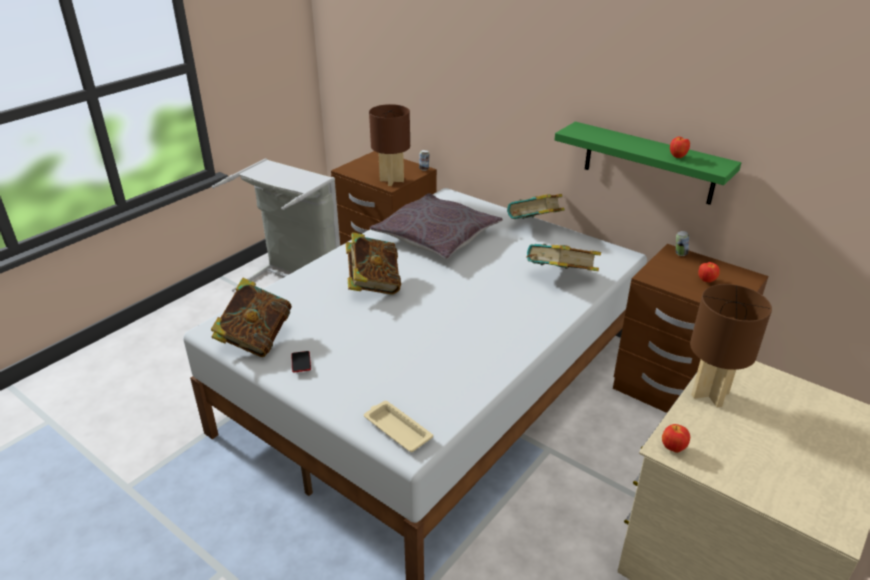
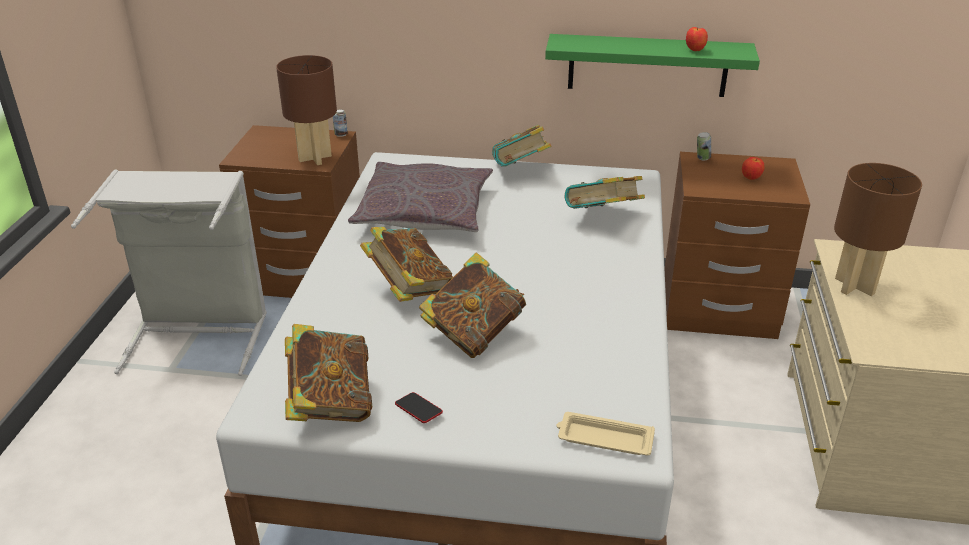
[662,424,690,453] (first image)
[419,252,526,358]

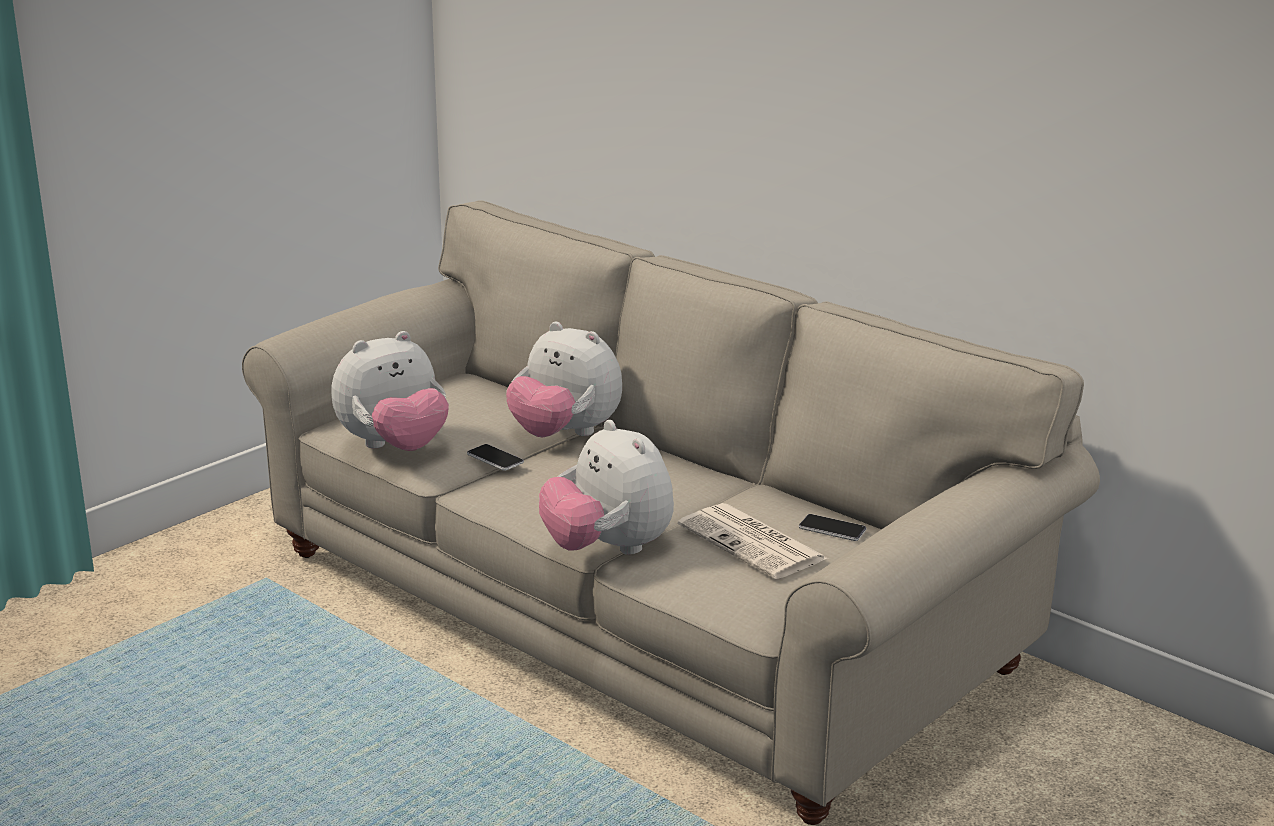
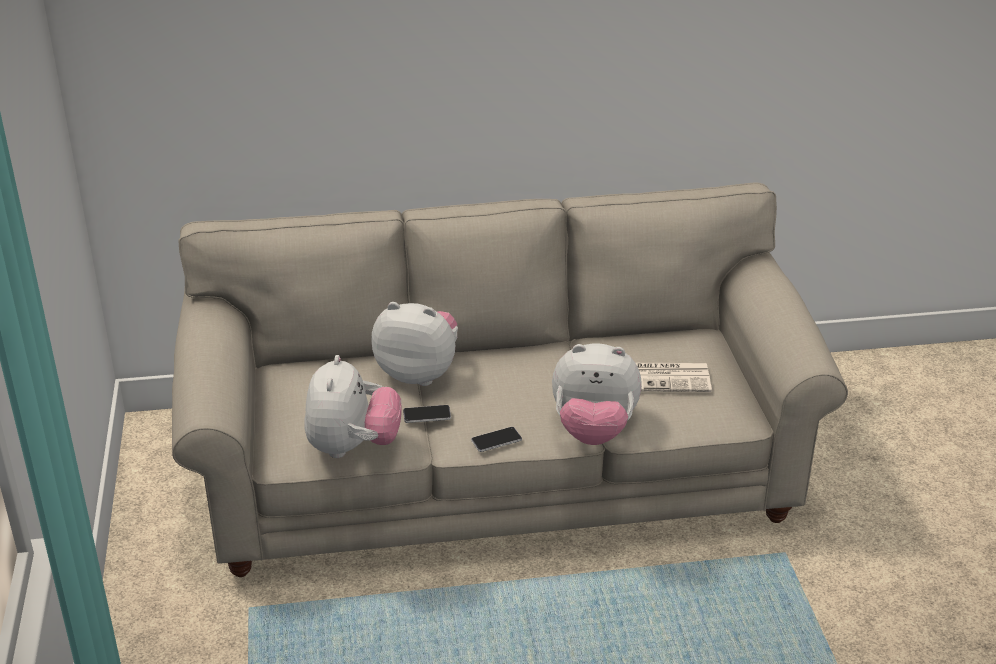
[471,427,522,452]
[371,302,458,386]

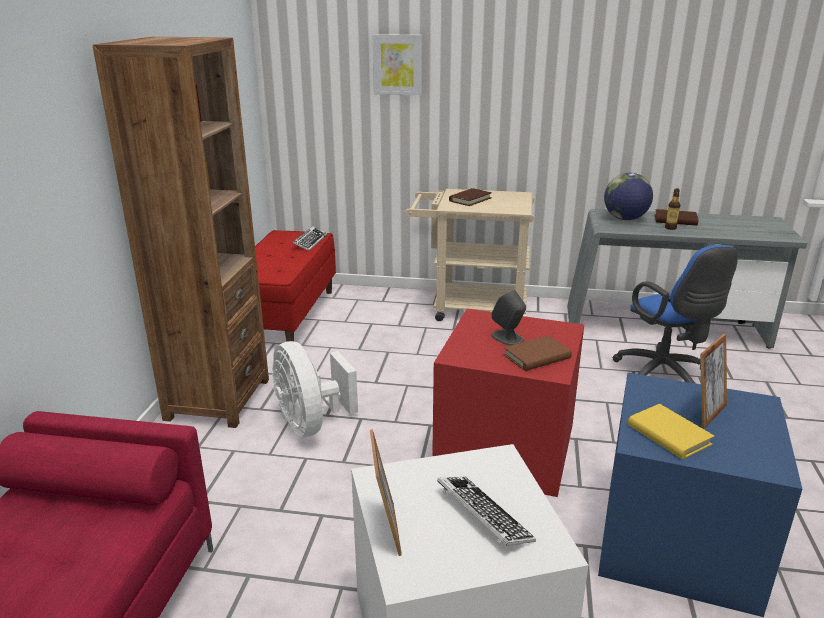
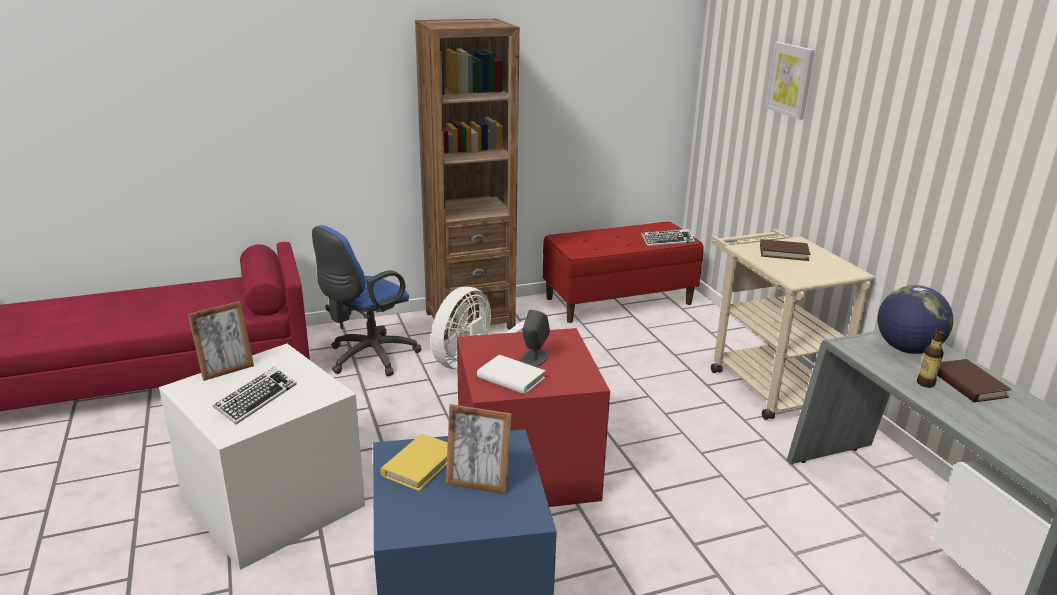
[312,225,422,376]
[477,355,545,394]

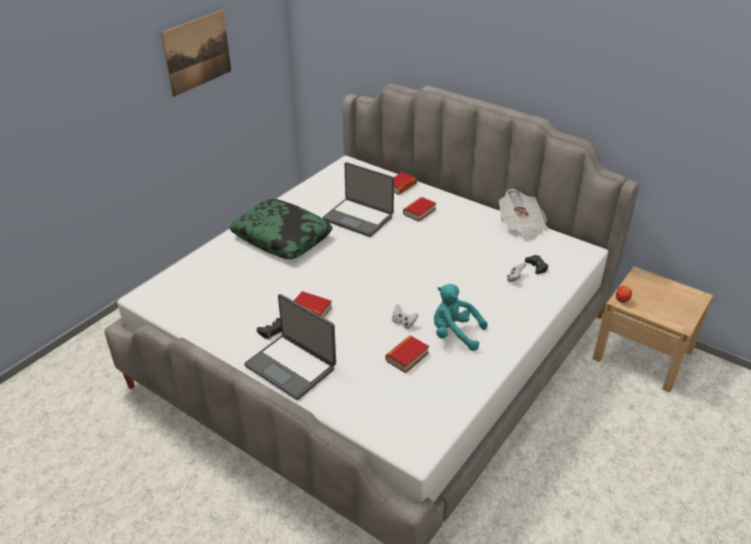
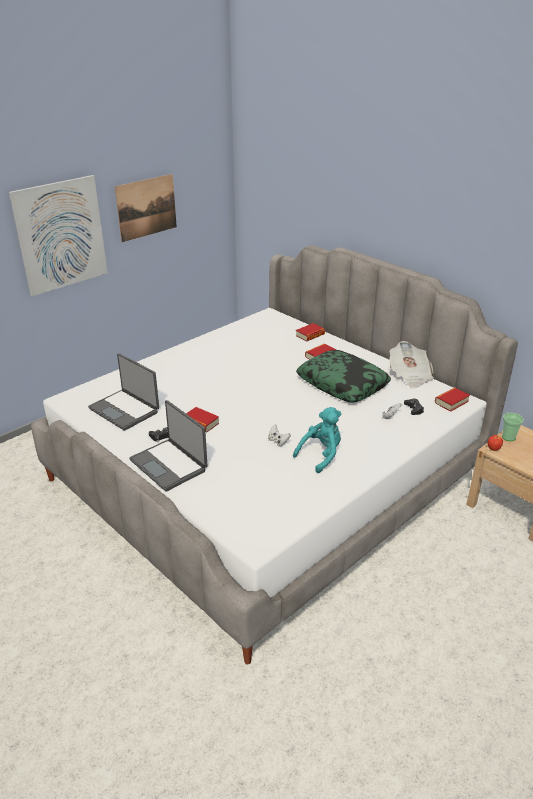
[9,175,108,296]
[502,413,524,441]
[296,350,391,403]
[88,353,159,431]
[435,388,470,412]
[293,407,341,473]

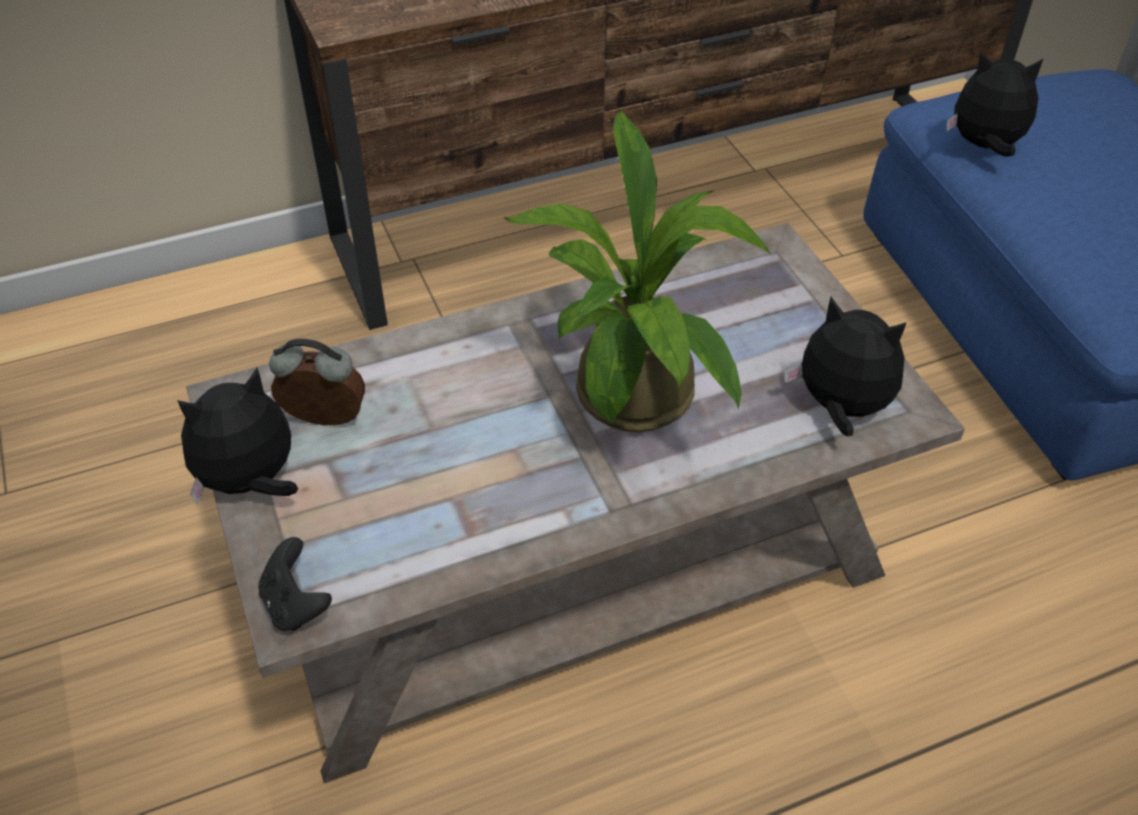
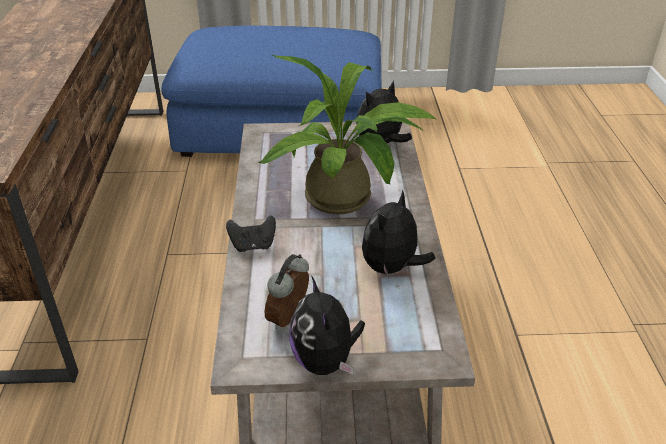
[226,215,276,252]
[362,190,436,277]

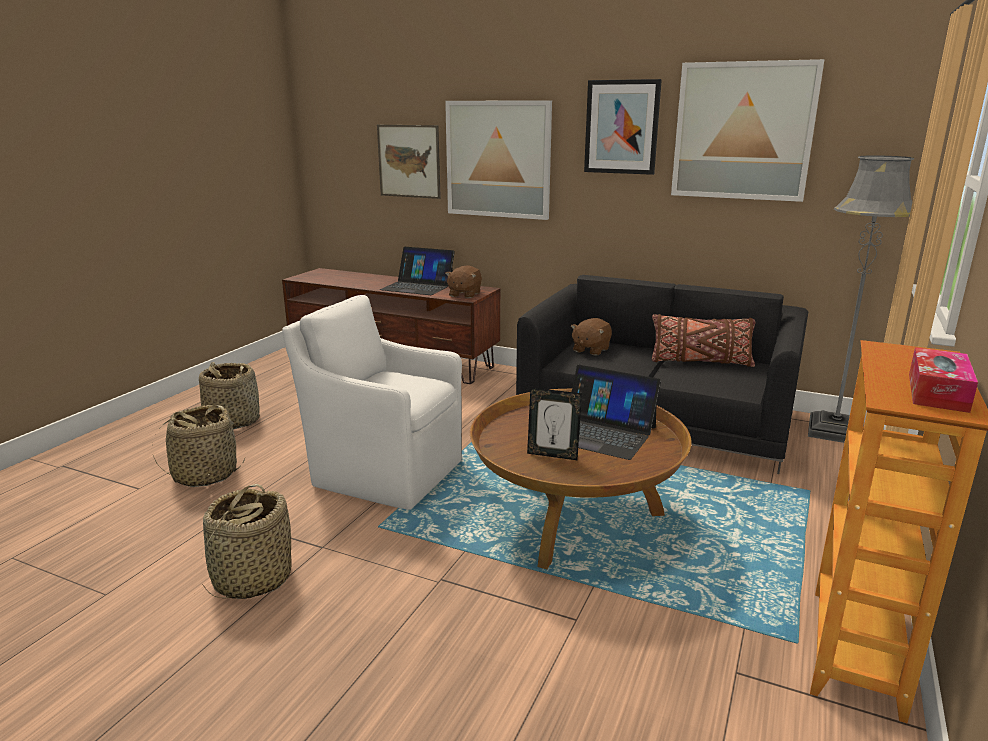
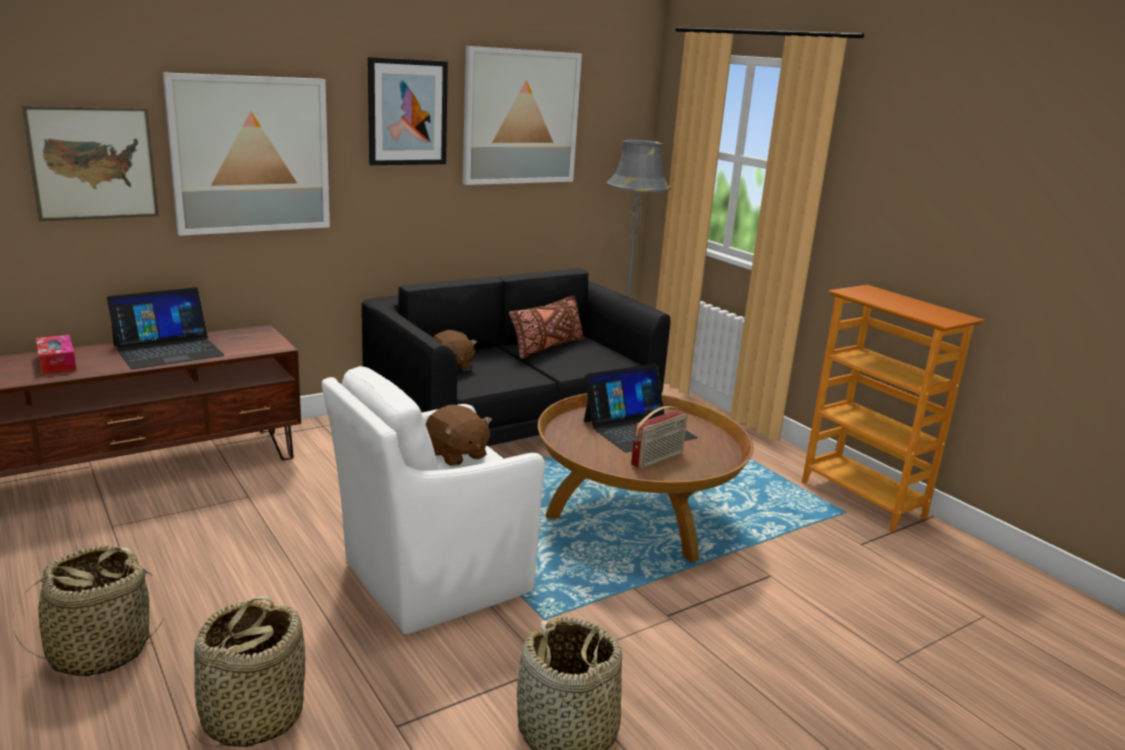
[426,405,492,466]
[36,335,76,374]
[631,406,687,469]

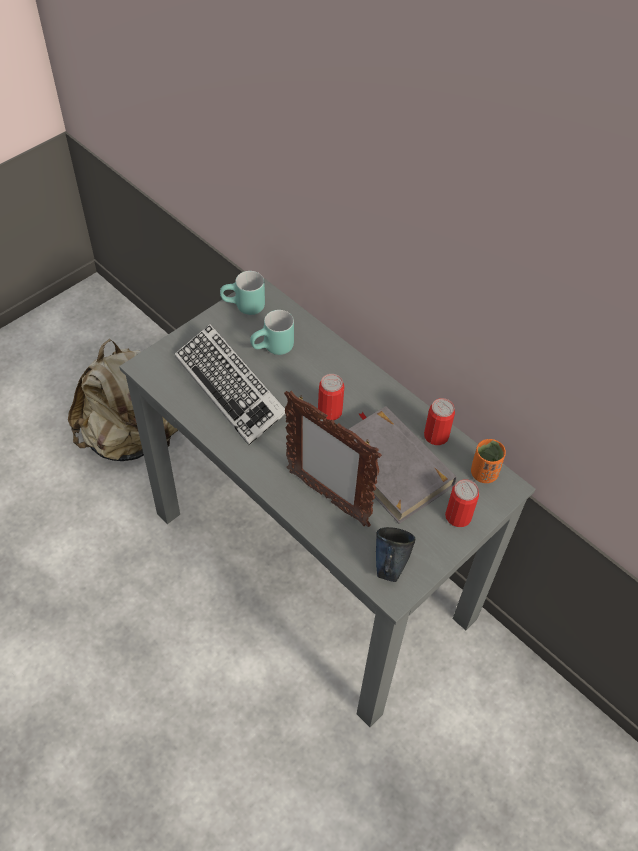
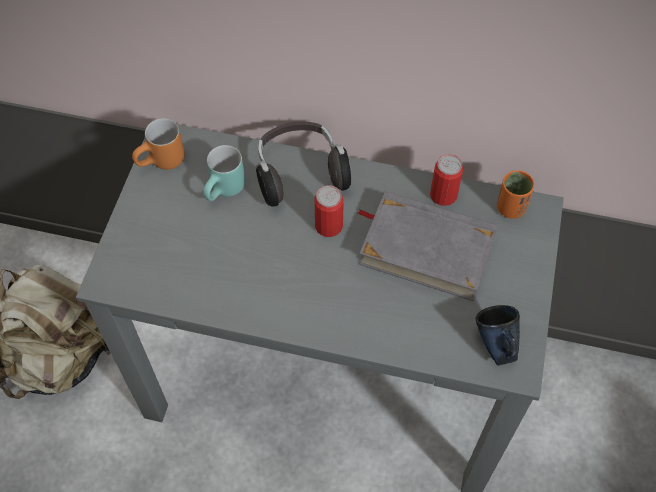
[175,324,285,445] (first image)
[284,391,382,527] (first image)
[445,479,479,527] (first image)
[256,122,351,207]
[132,119,185,170]

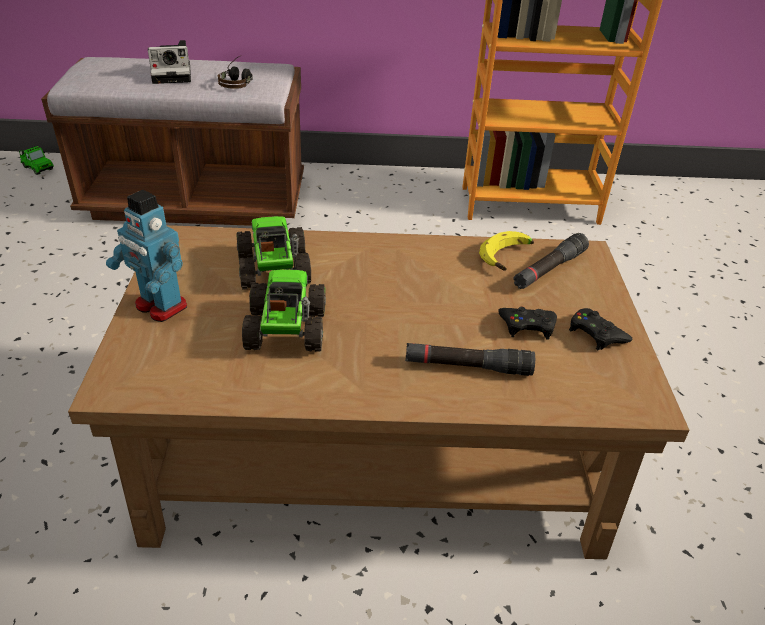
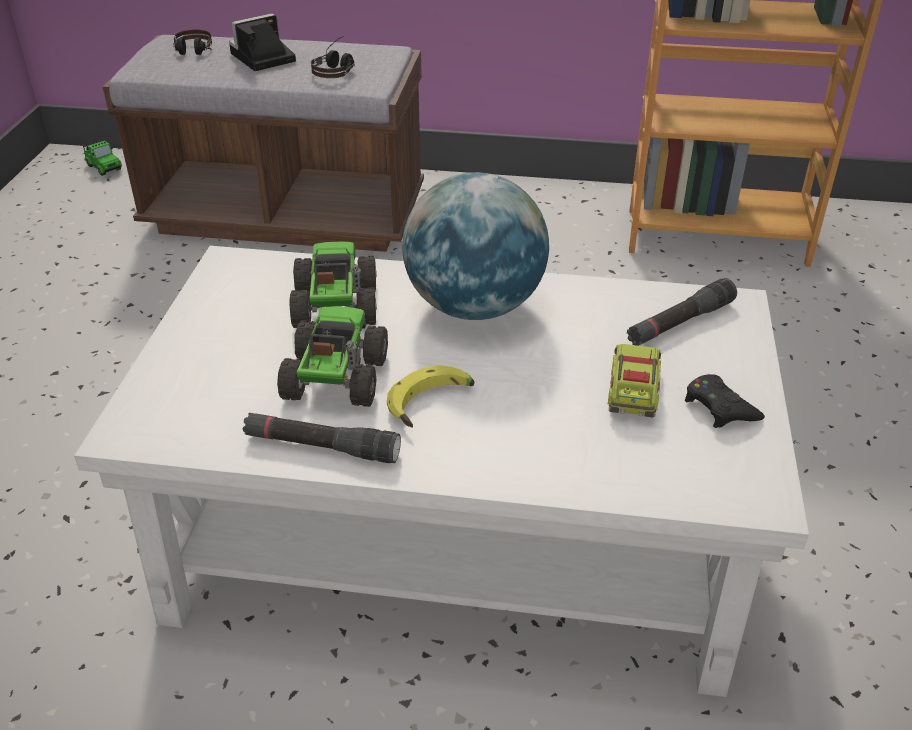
[106,190,187,322] (first image)
[173,30,212,55]
[402,172,549,320]
[243,413,401,463]
[387,365,474,428]
[608,344,661,418]
[74,246,809,697]
[229,14,296,71]

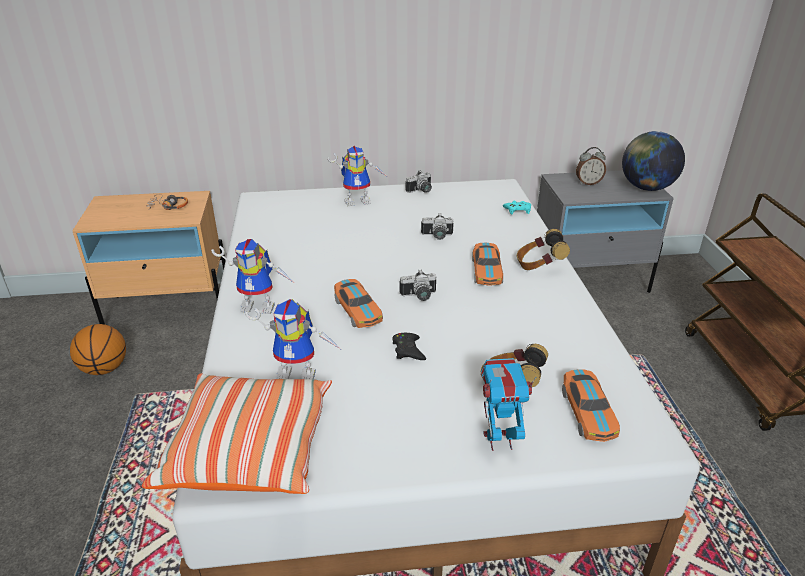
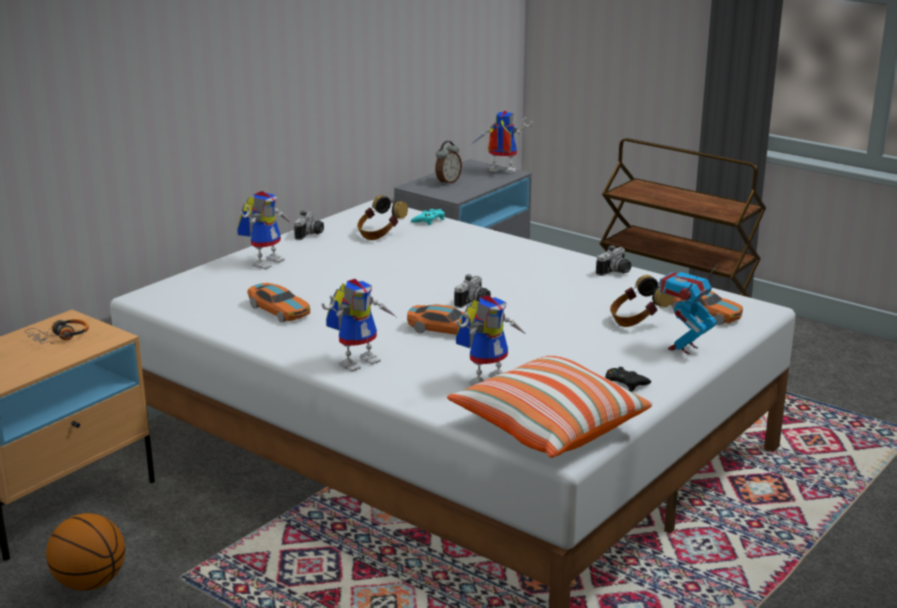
[605,367,651,392]
[596,245,631,276]
[247,283,310,323]
[357,195,408,240]
[472,110,533,173]

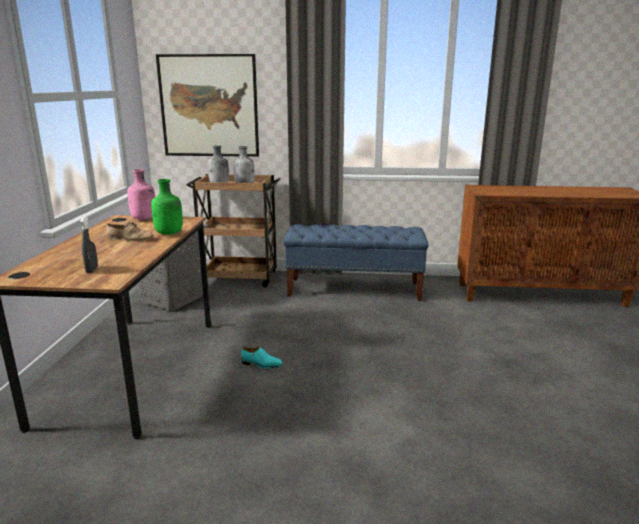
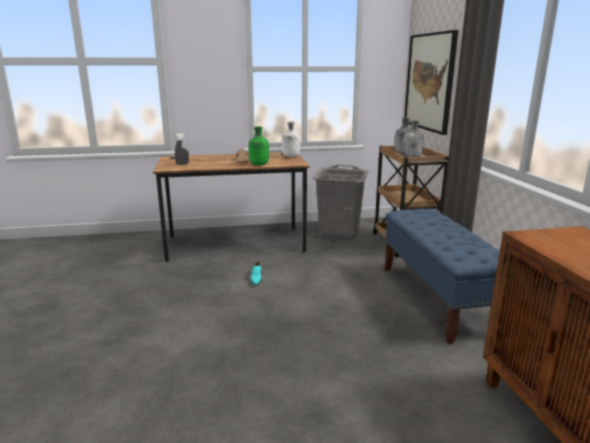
[282,121,301,157]

